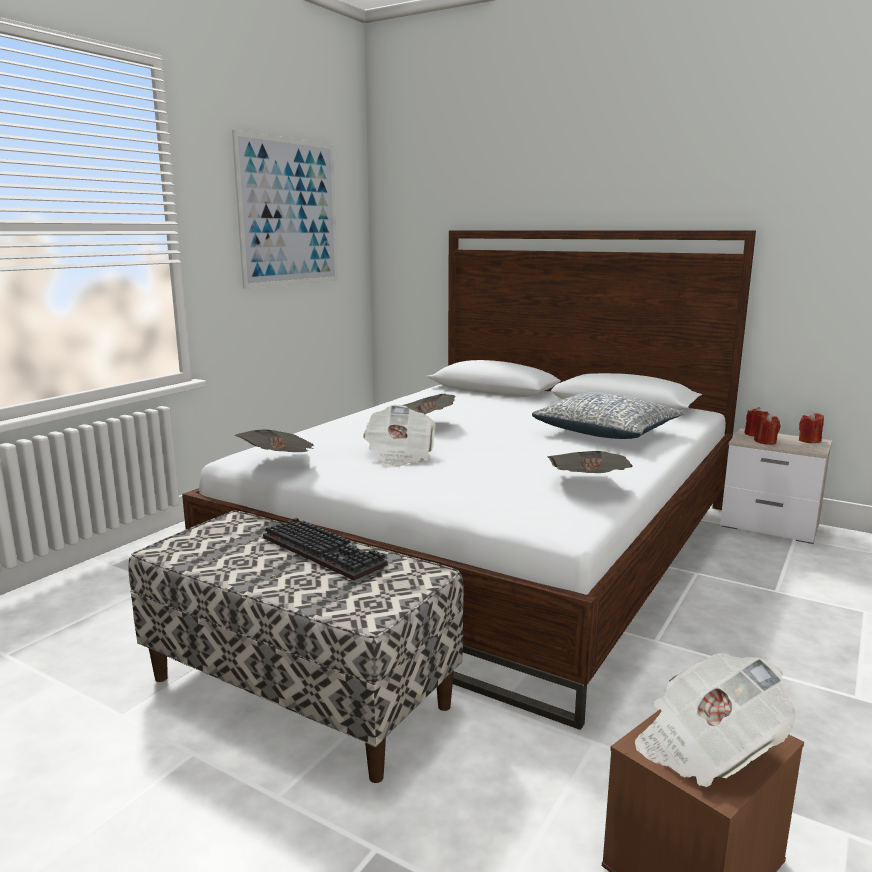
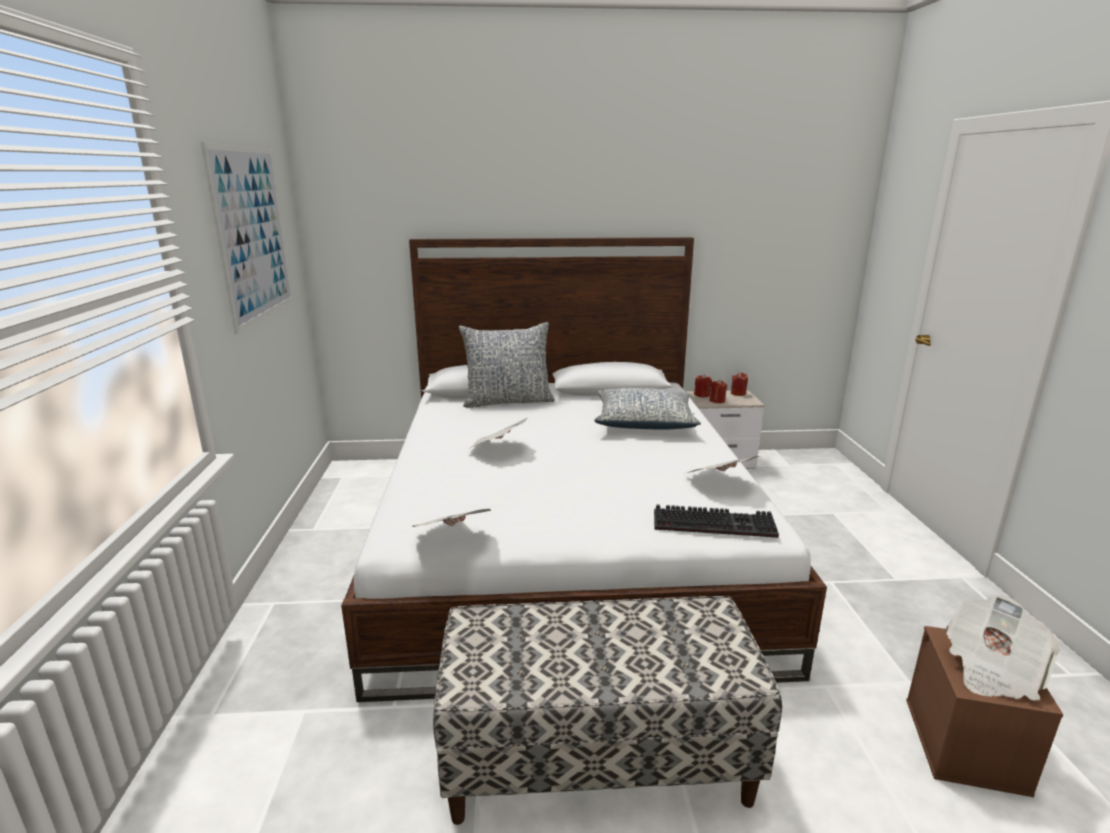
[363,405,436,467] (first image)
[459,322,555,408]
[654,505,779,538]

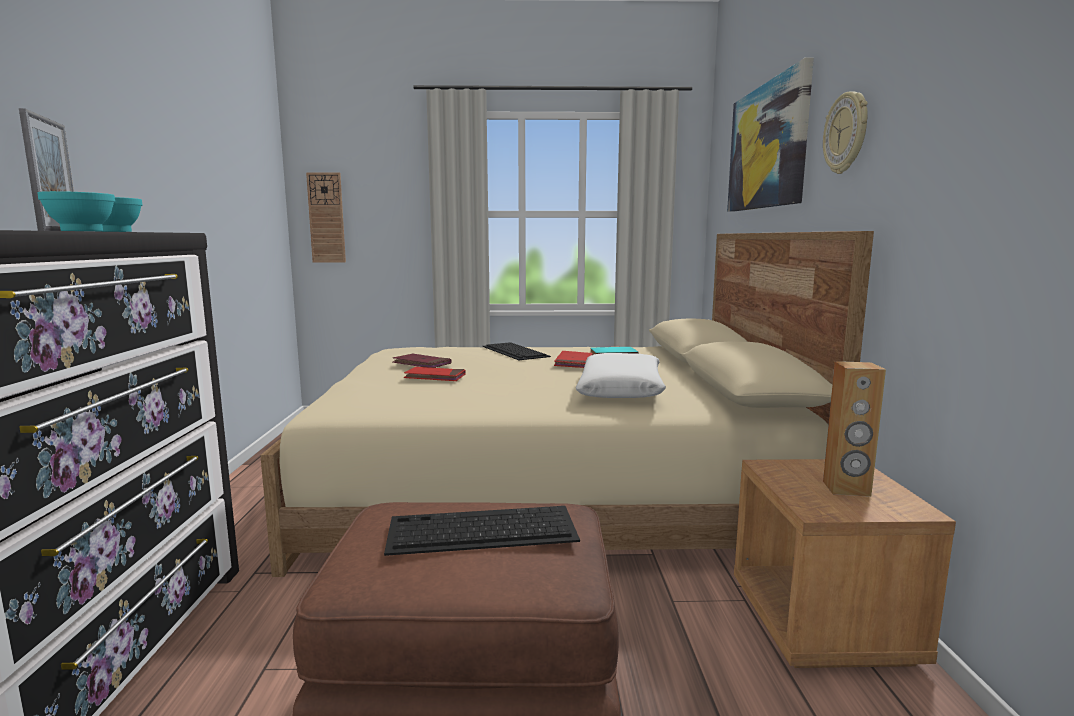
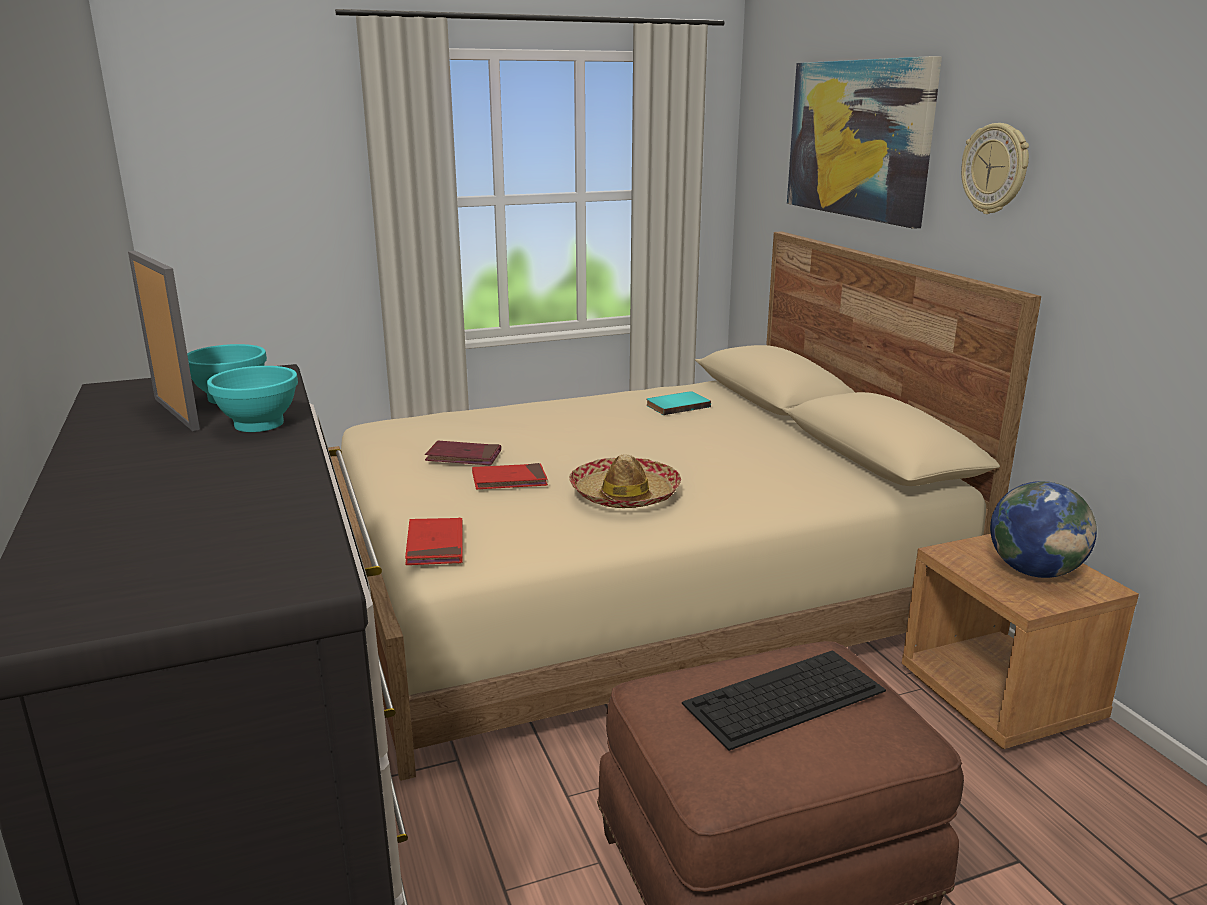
[306,172,346,263] (first image)
[482,342,551,360] (first image)
[575,353,666,398] (first image)
[569,454,681,508]
[405,518,463,565]
[990,481,1097,578]

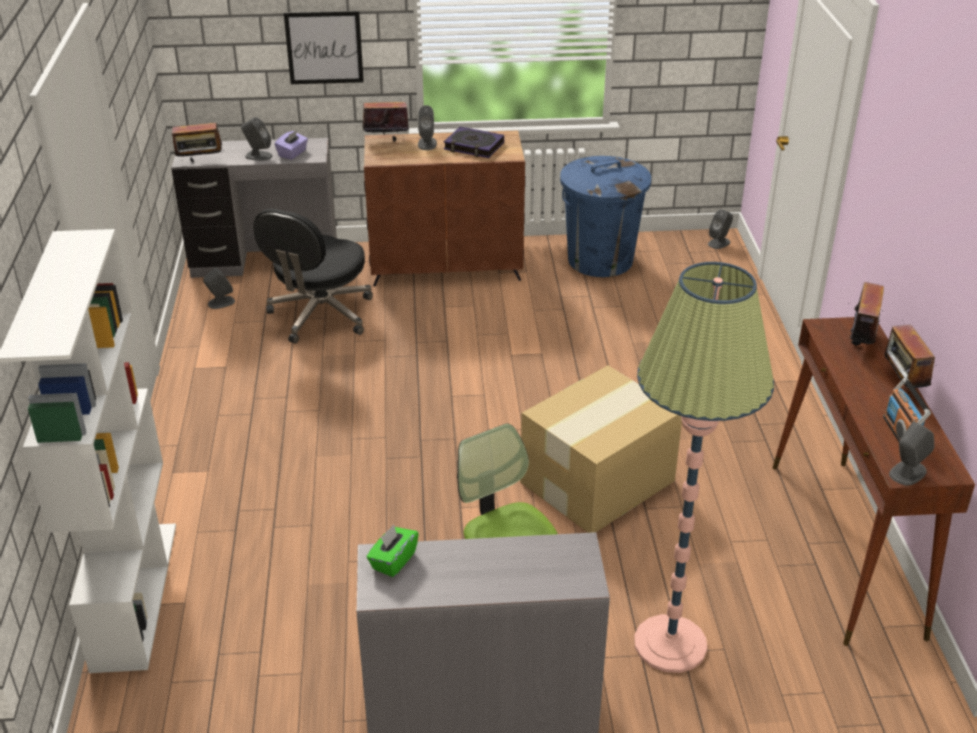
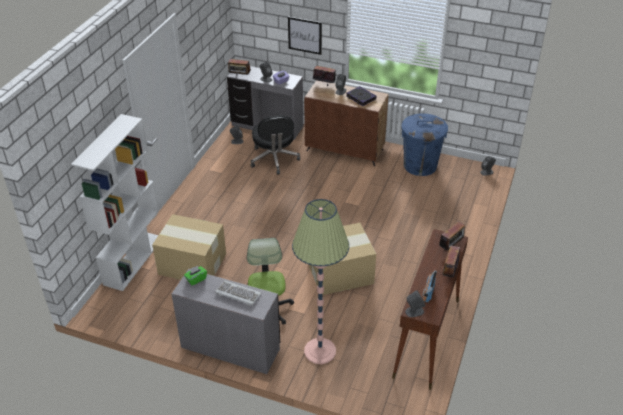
[152,214,226,280]
[215,280,262,306]
[250,115,300,175]

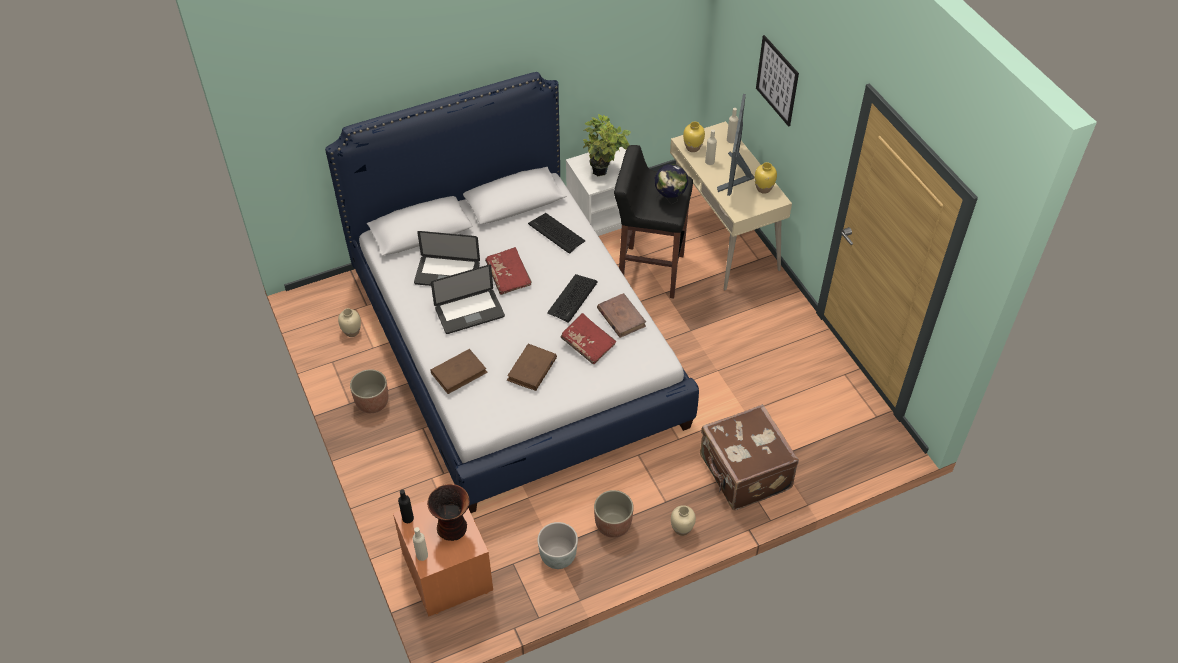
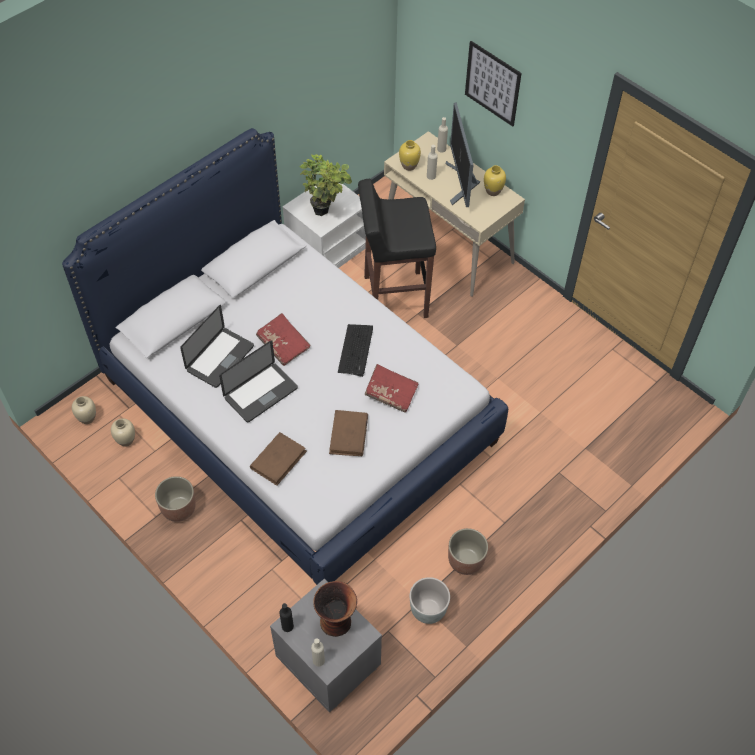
[528,213,585,253] (first image)
[597,293,646,338] (first image)
[655,164,688,205] (first image)
[700,404,799,510] (first image)
[72,396,96,424]
[270,578,382,713]
[180,305,254,388]

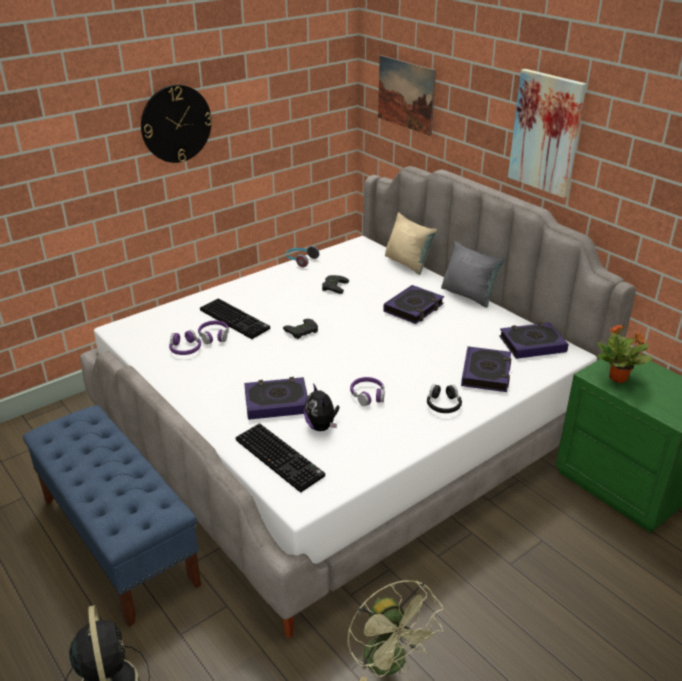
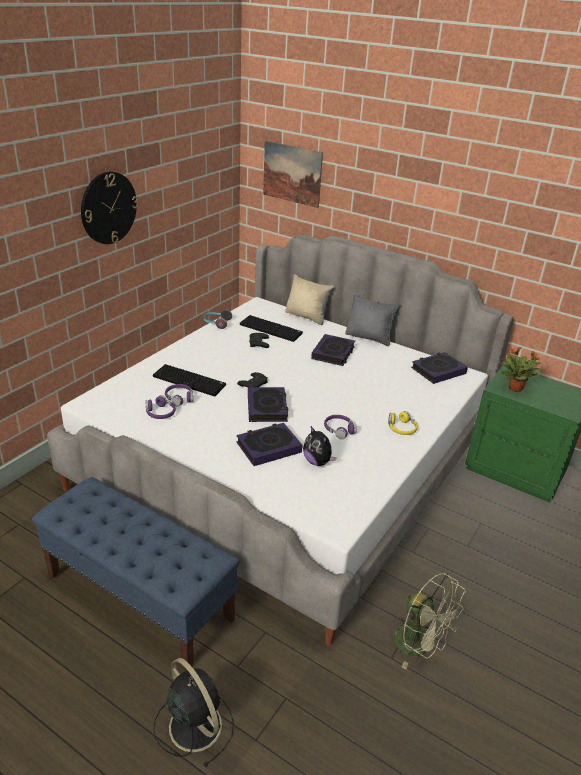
[508,69,587,198] (first image)
[240,315,303,342]
[248,387,288,422]
[388,411,418,435]

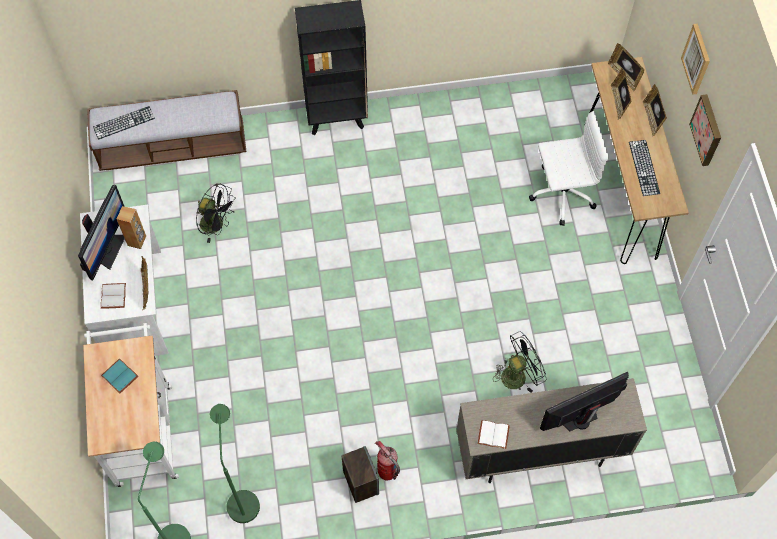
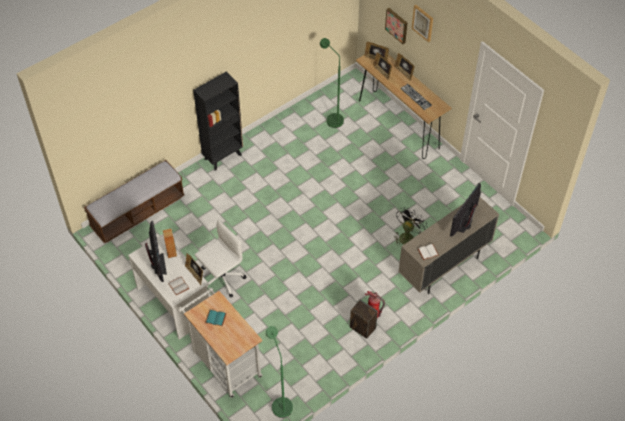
[93,106,155,140] (first image)
[196,183,236,243] (first image)
[320,38,344,128]
[195,219,246,298]
[385,8,407,44]

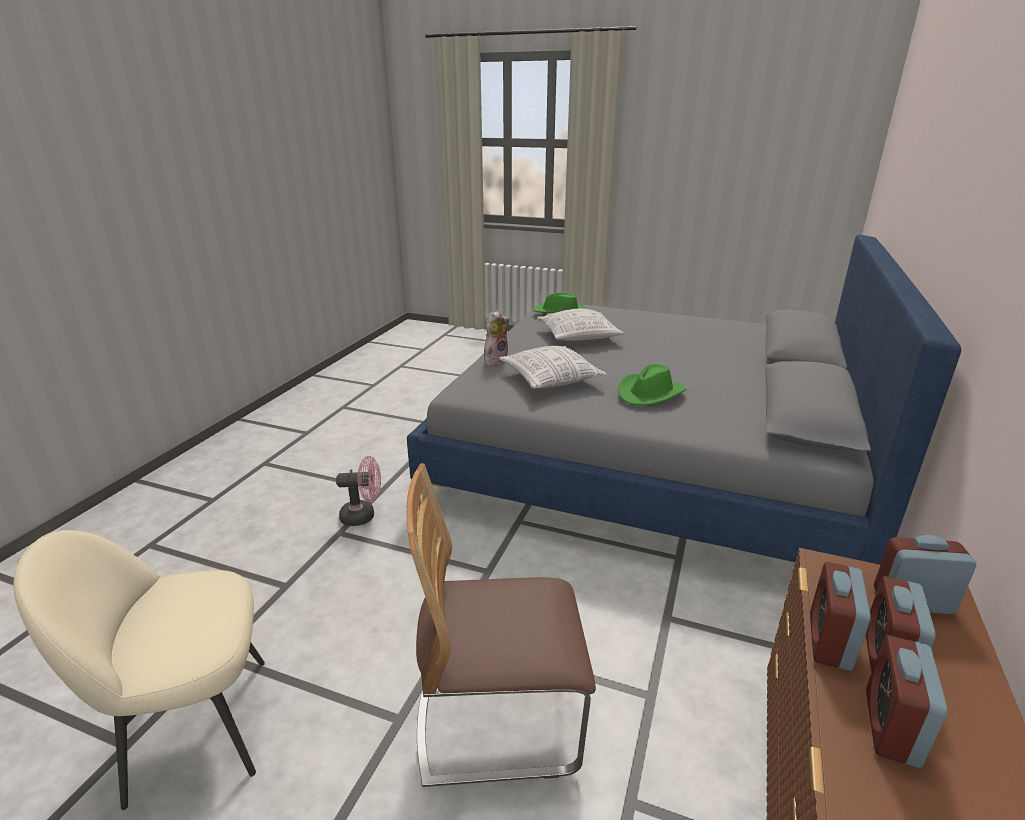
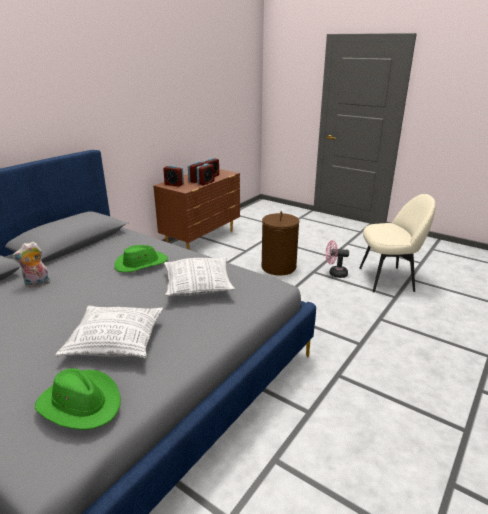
[326,240,349,278]
[12,241,50,288]
[262,211,299,275]

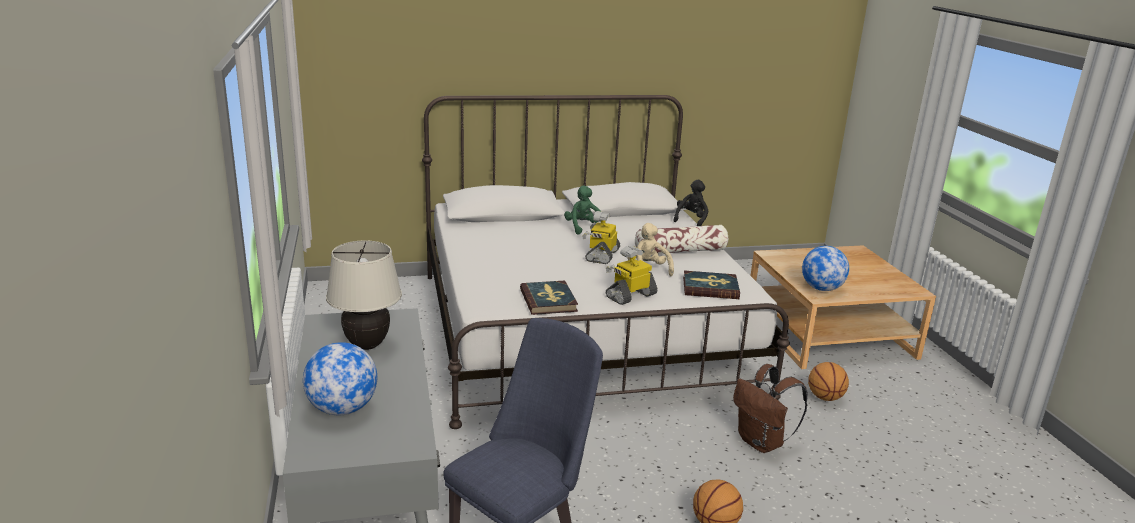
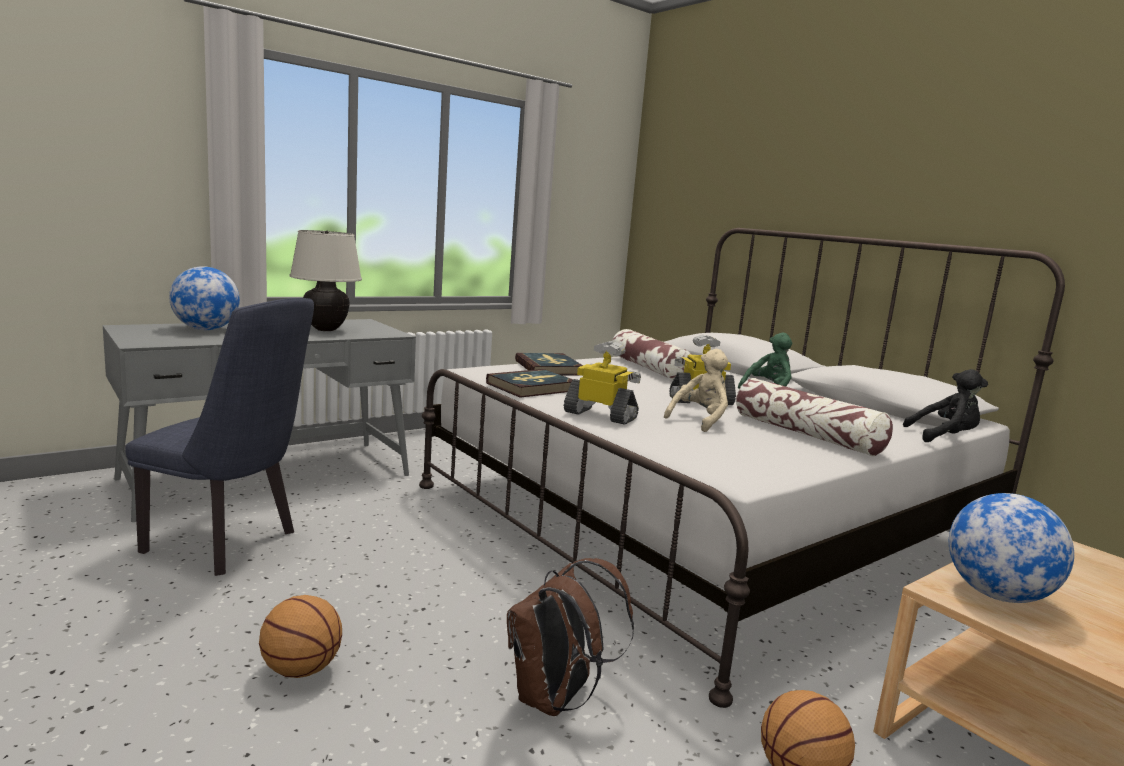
[612,329,692,380]
[515,353,583,376]

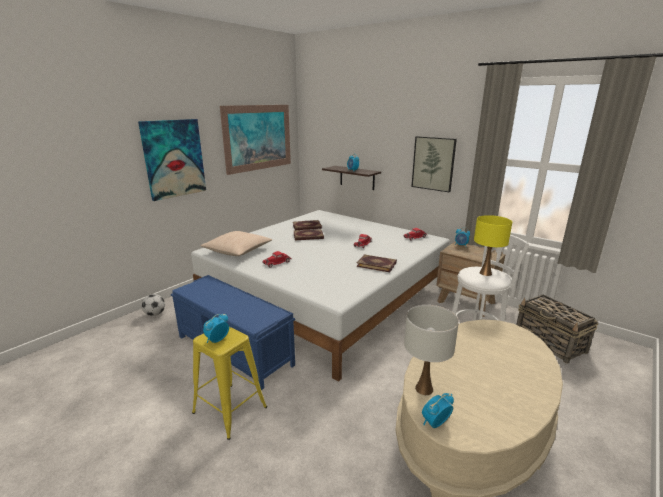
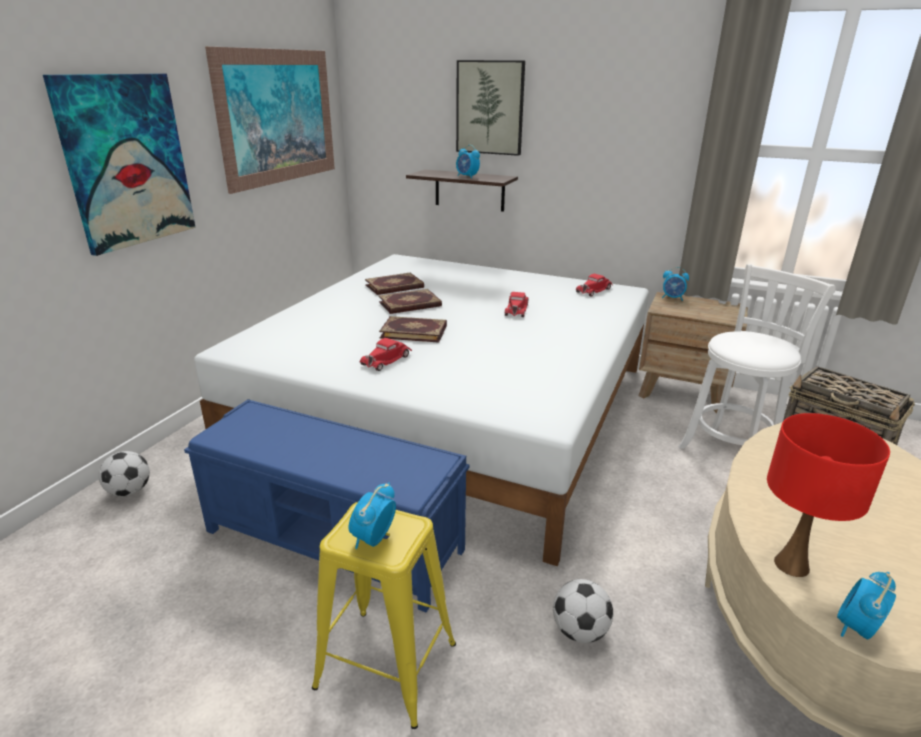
[200,231,272,256] (first image)
[474,215,512,276] (first image)
[553,579,613,643]
[379,316,447,342]
[456,60,525,156]
[767,413,890,577]

